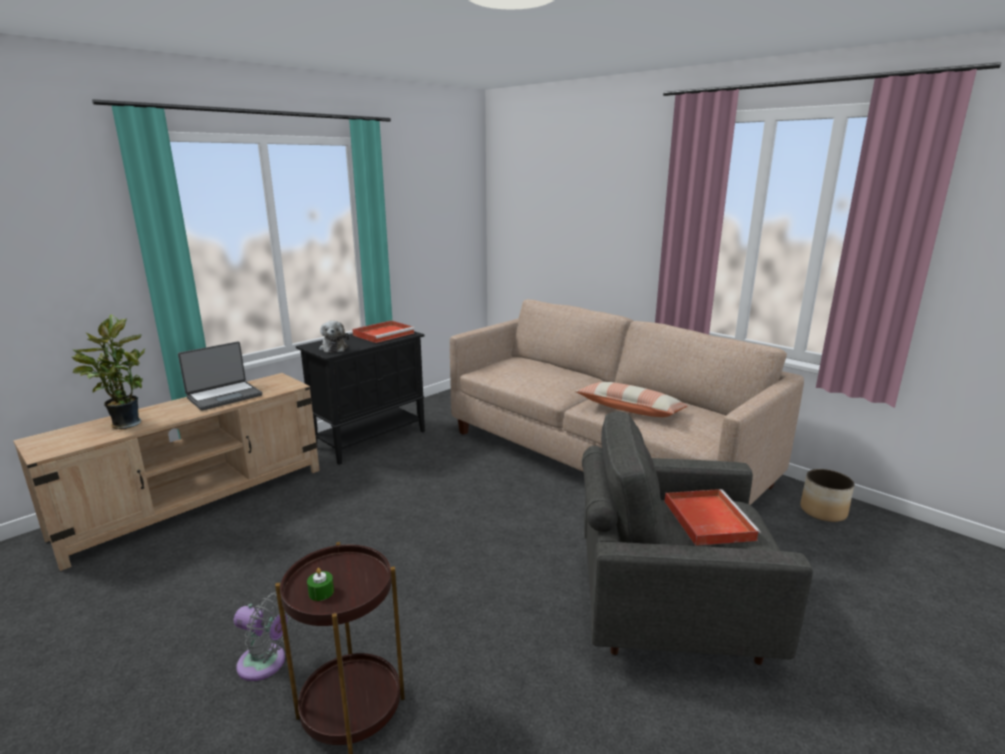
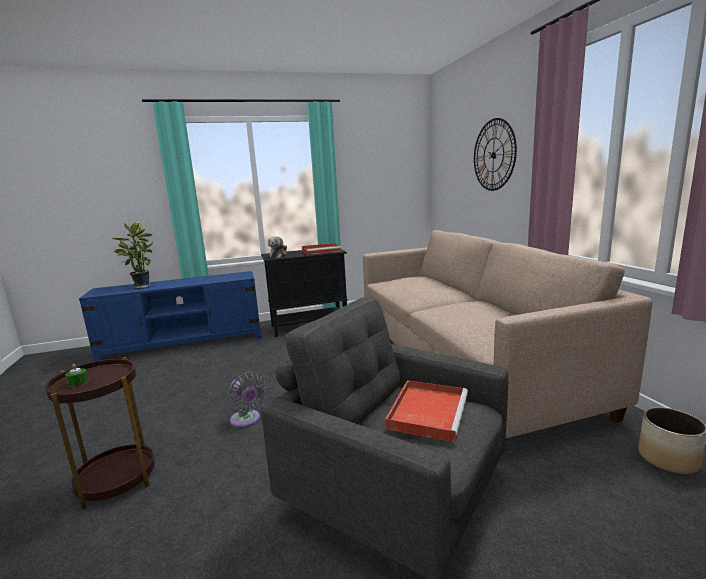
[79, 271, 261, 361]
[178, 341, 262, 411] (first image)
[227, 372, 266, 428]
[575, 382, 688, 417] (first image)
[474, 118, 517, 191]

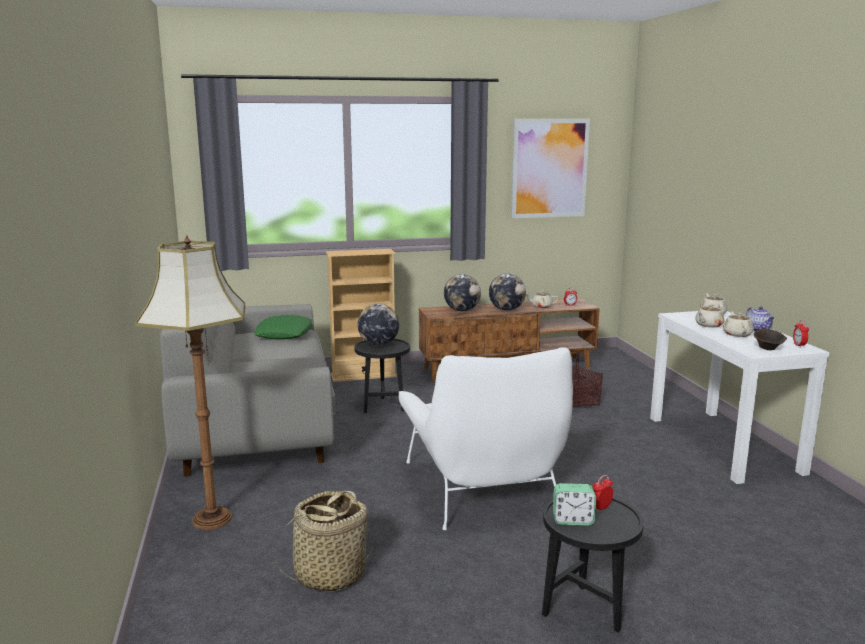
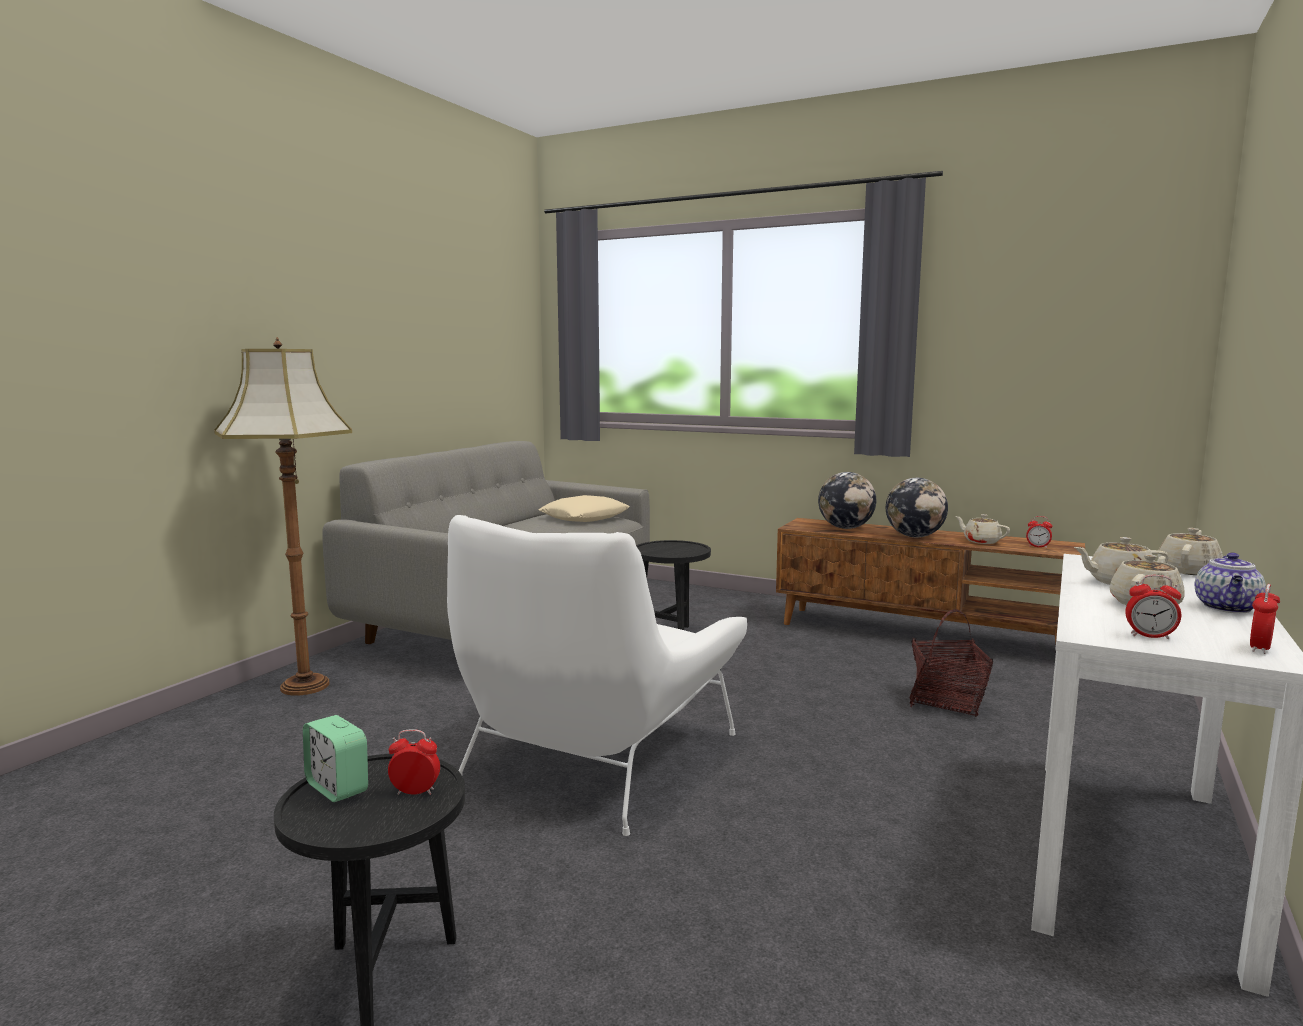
[539, 495, 630, 522]
[276, 491, 373, 592] (first image)
[326, 249, 397, 382] (first image)
[358, 304, 399, 346] (first image)
[511, 119, 590, 218] (first image)
[1125, 575, 1181, 639]

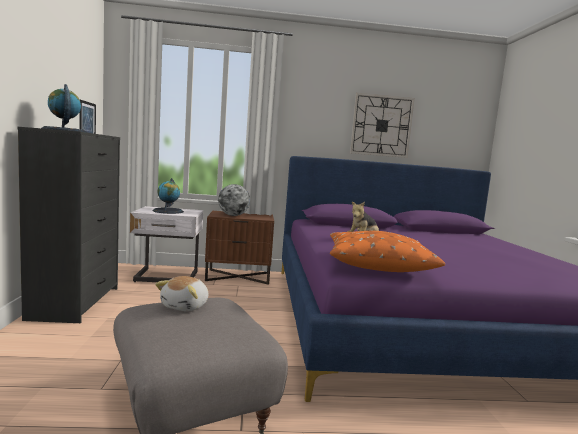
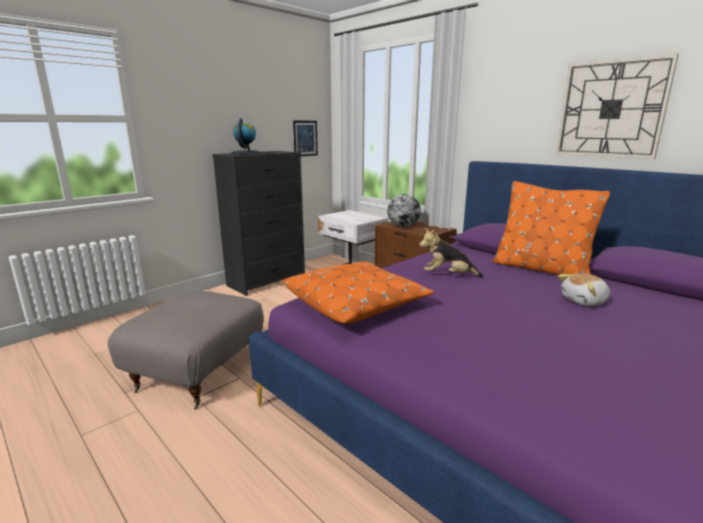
[152, 178, 184, 214] (first image)
[558, 273, 611, 306]
[493, 181, 610, 275]

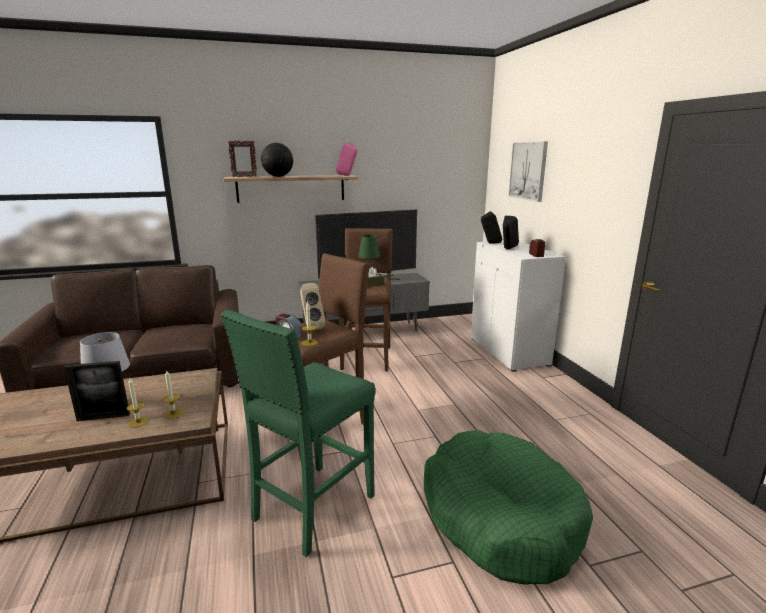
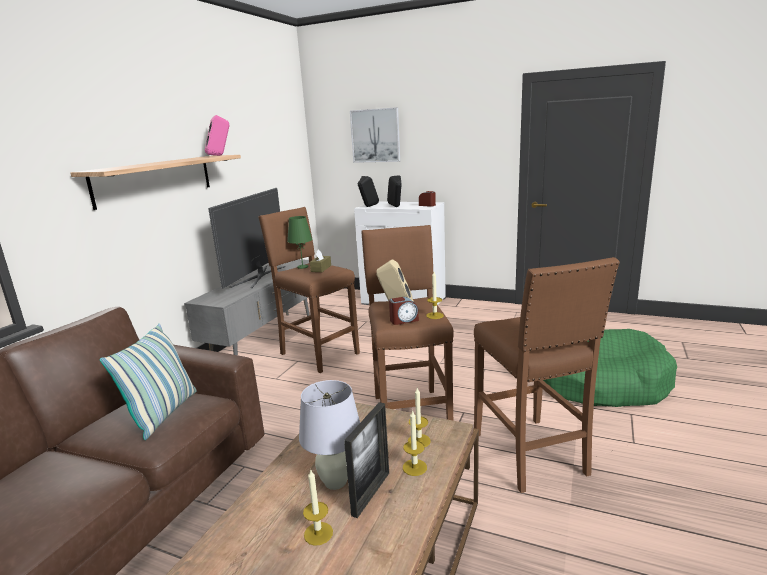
[474, 257, 620, 493]
[228, 141, 257, 177] (first image)
[261, 143, 293, 177] (first image)
[100, 323, 197, 440]
[303, 470, 333, 546]

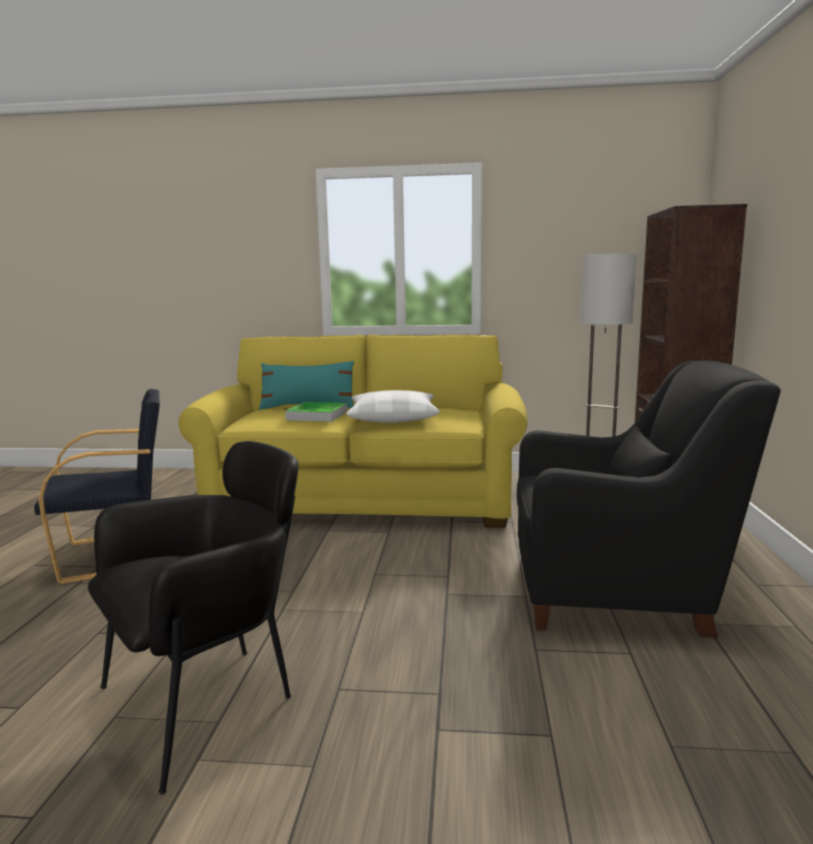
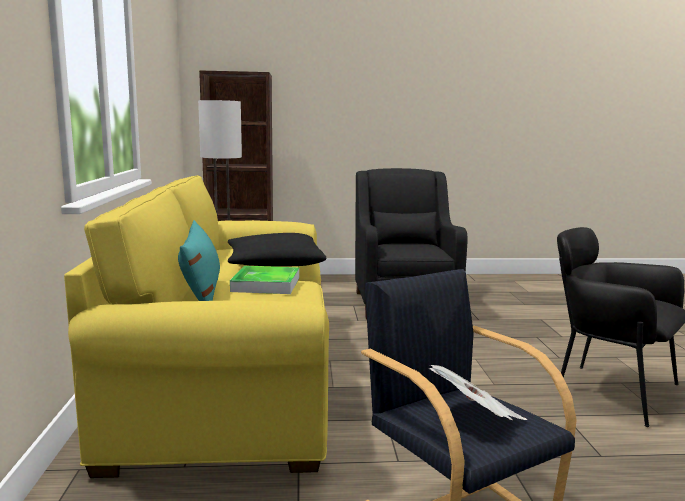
[228, 233, 327, 267]
[428, 365, 527, 420]

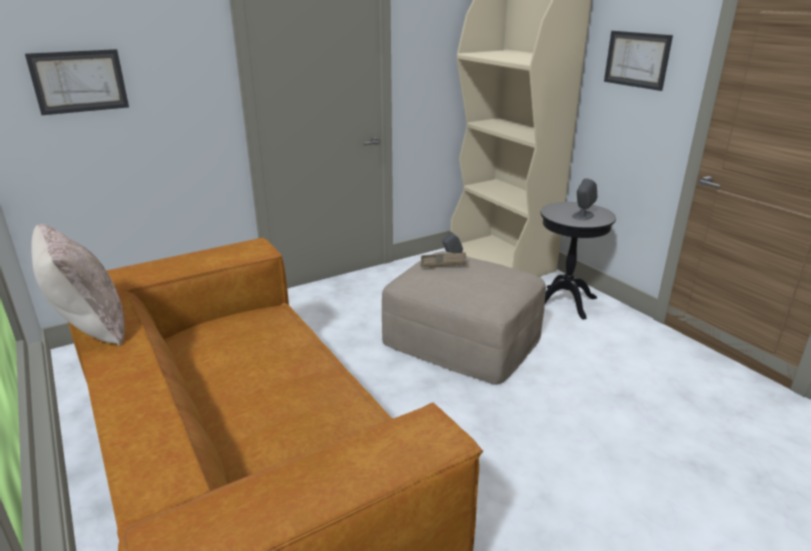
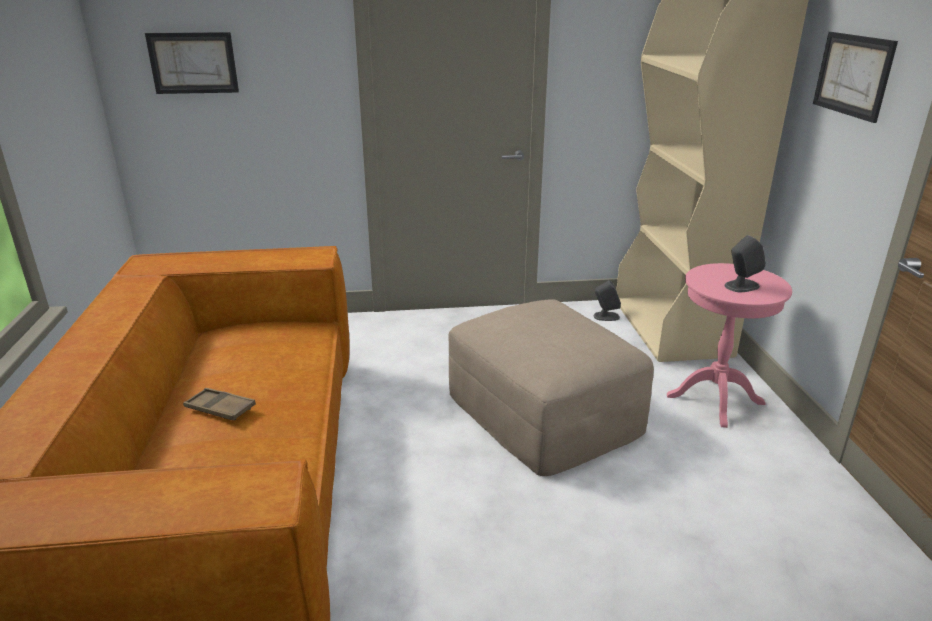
[31, 224, 125, 346] (first image)
[183, 388, 256, 420]
[667, 263, 792, 428]

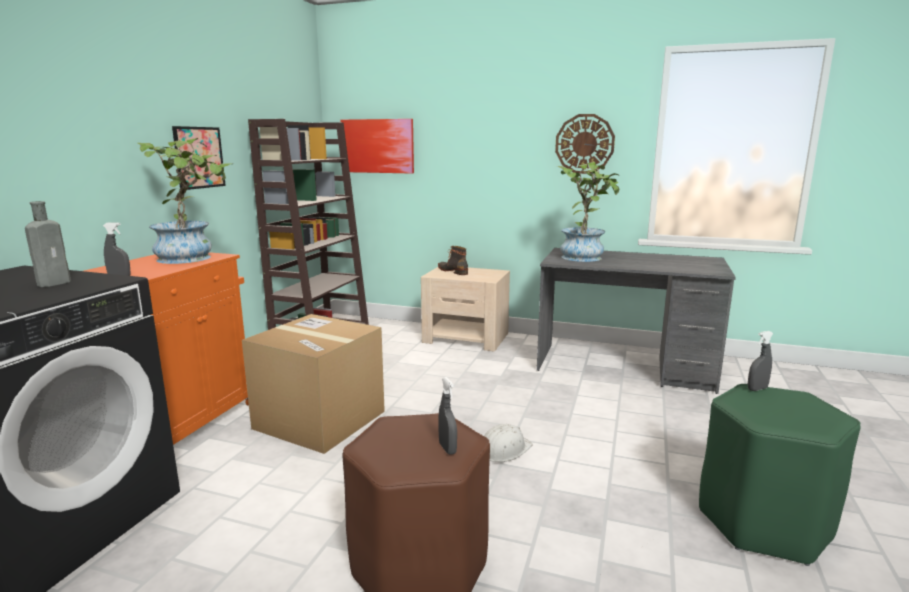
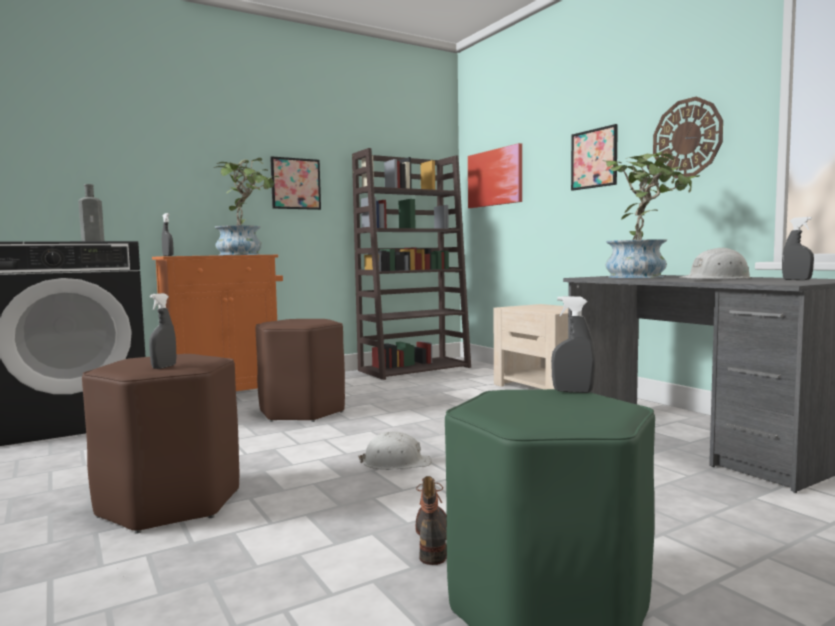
[255, 319, 345, 422]
[416, 476, 447, 565]
[571, 124, 618, 190]
[679, 248, 751, 279]
[782, 217, 814, 280]

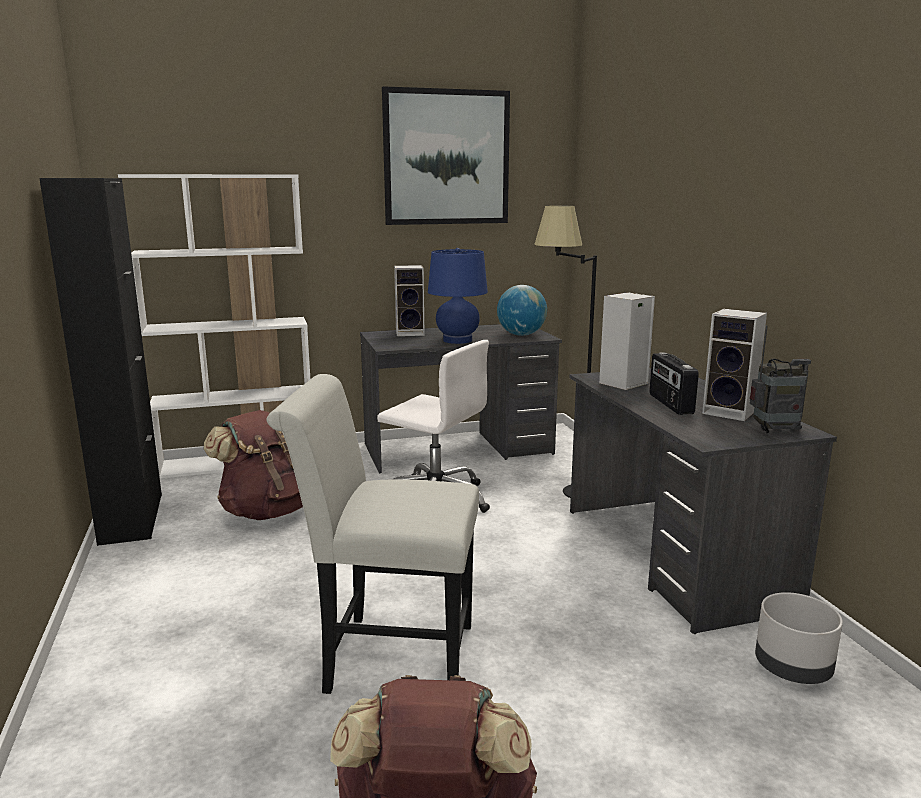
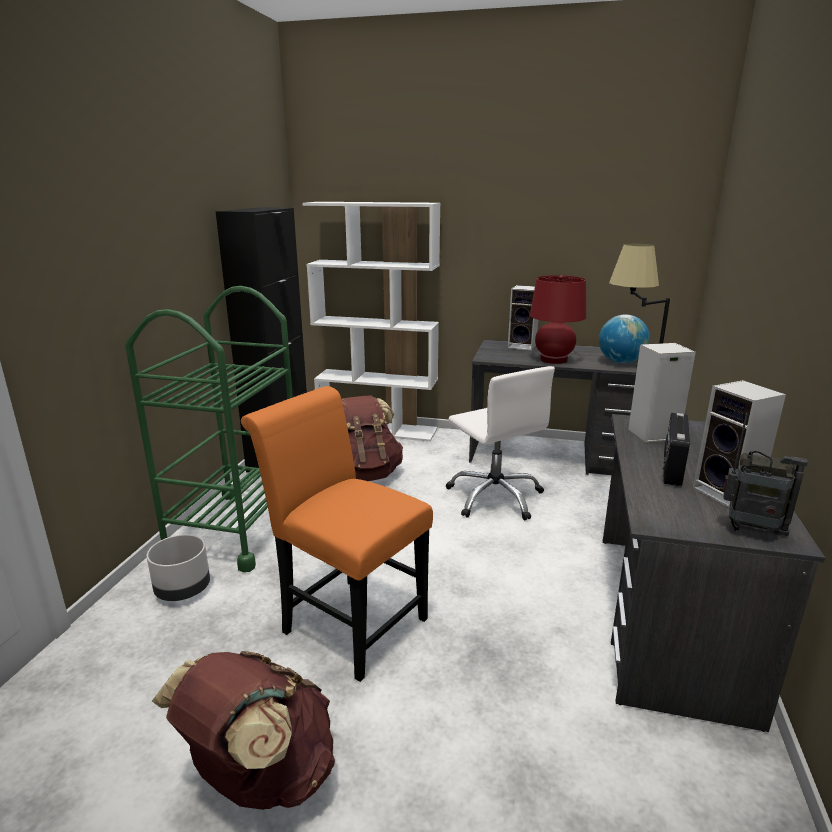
[241, 386, 433, 682]
[382, 86, 510, 225] (first image)
[530, 275, 586, 364]
[147, 534, 210, 601]
[125, 286, 293, 572]

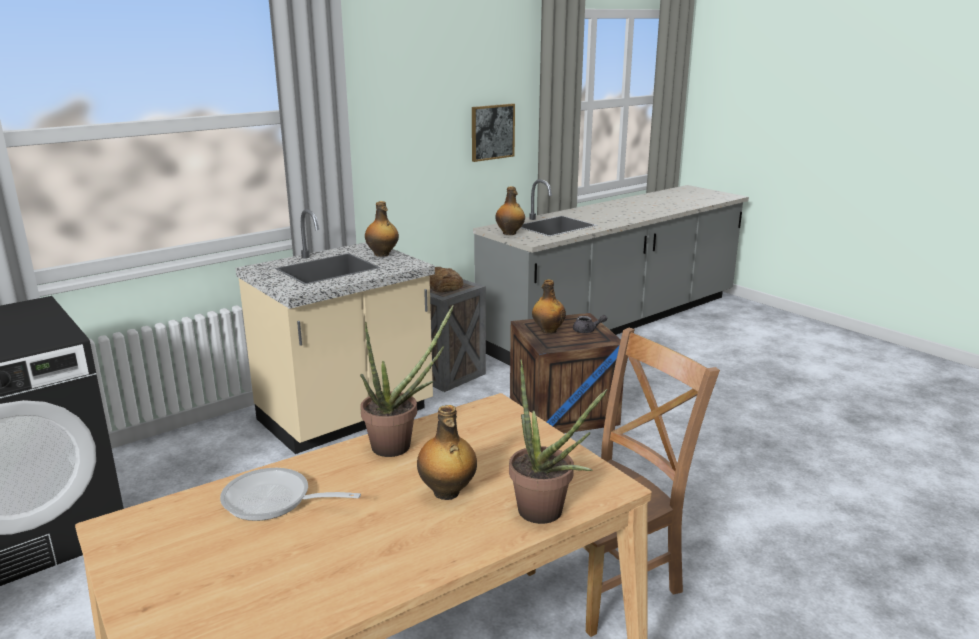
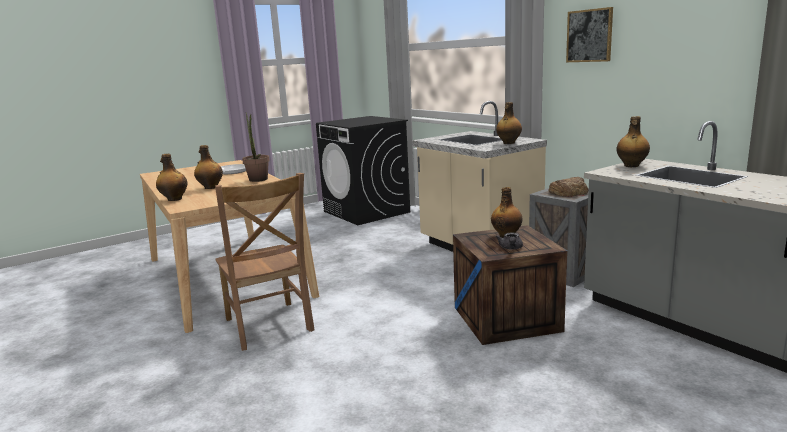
[566, 7, 613, 62]
[156, 154, 188, 201]

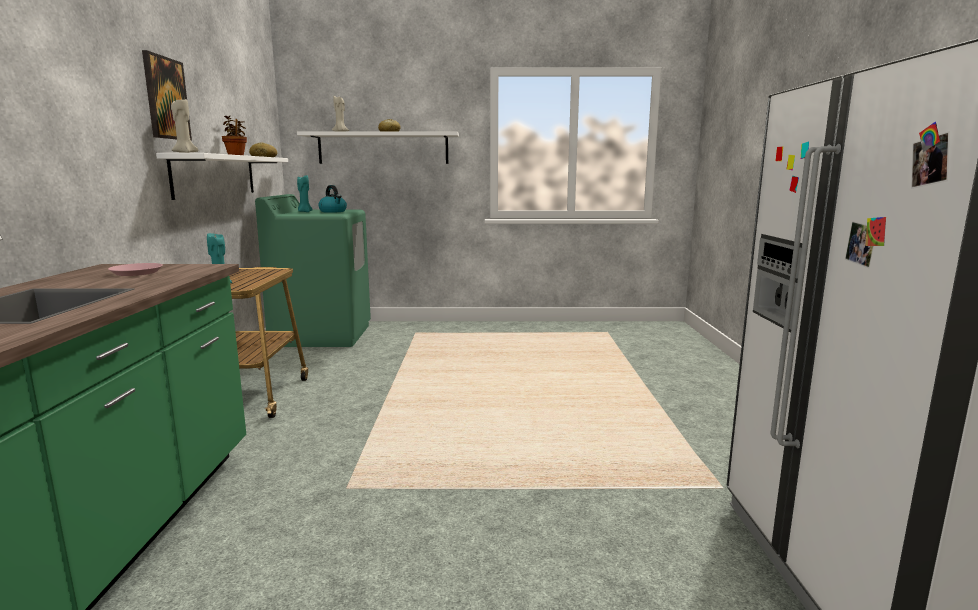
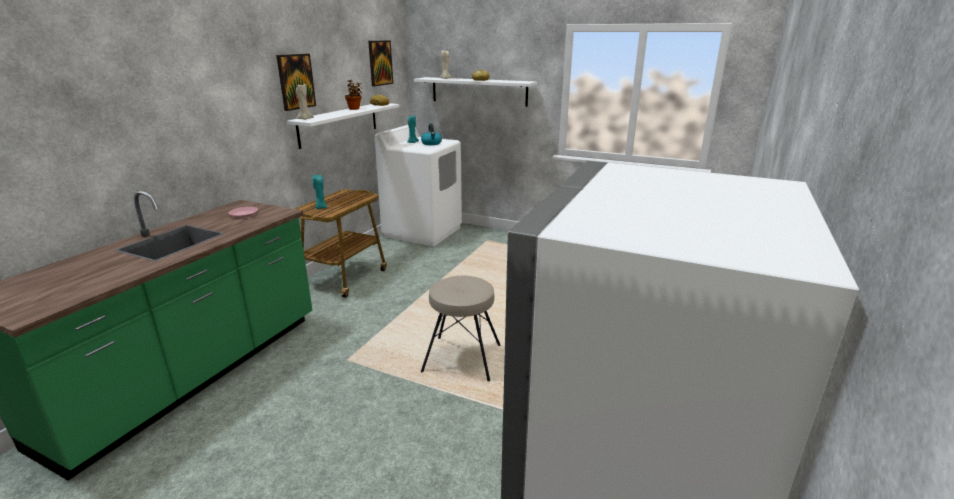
[375, 125, 462, 246]
[368, 40, 393, 86]
[421, 275, 501, 381]

